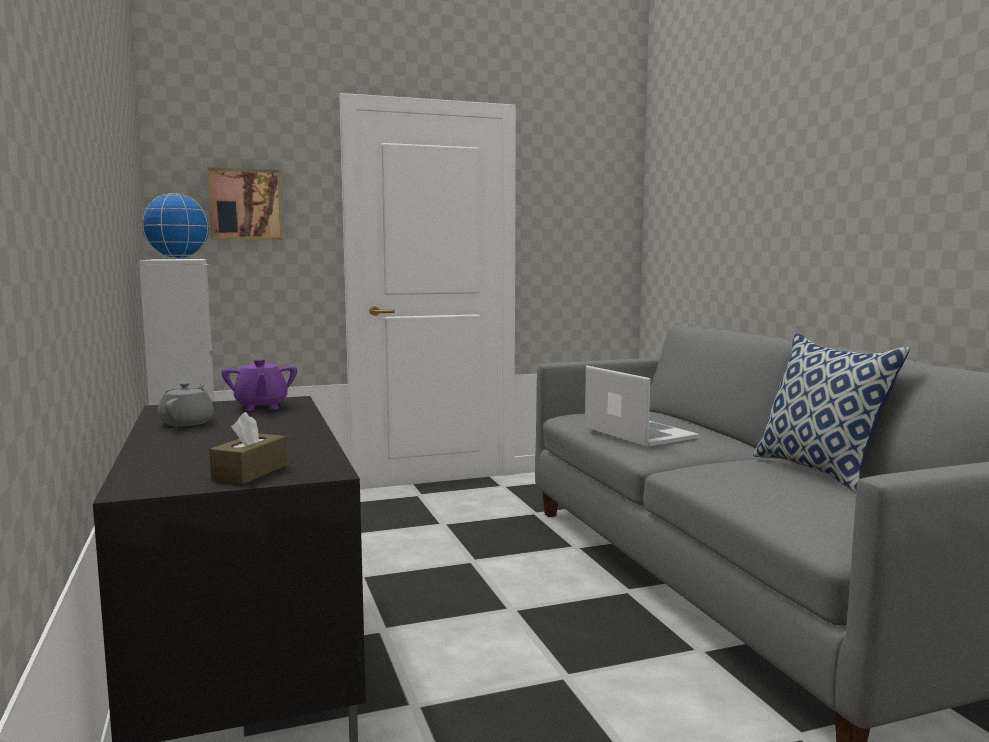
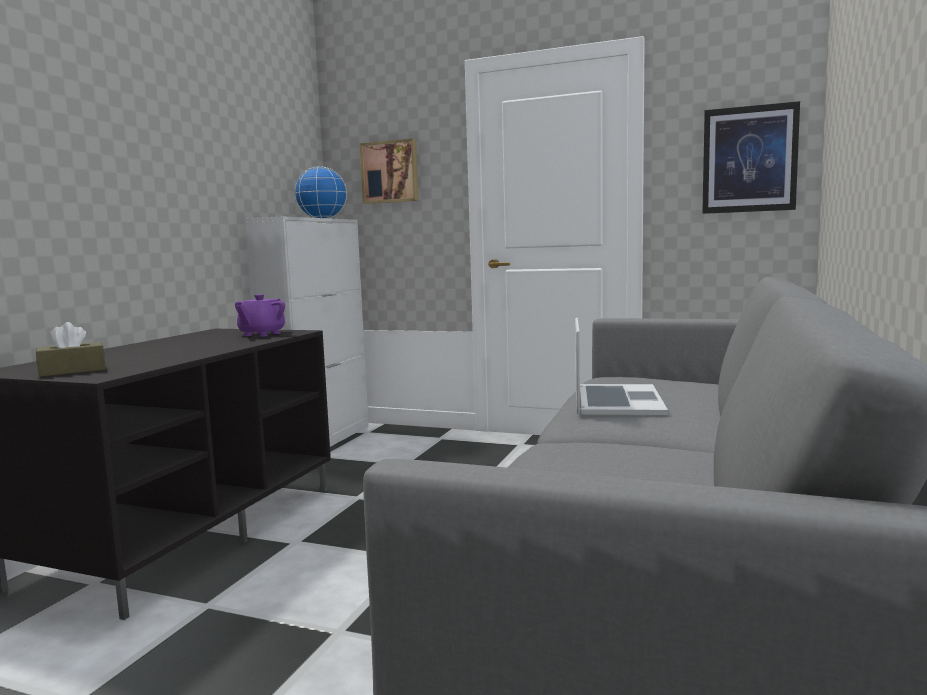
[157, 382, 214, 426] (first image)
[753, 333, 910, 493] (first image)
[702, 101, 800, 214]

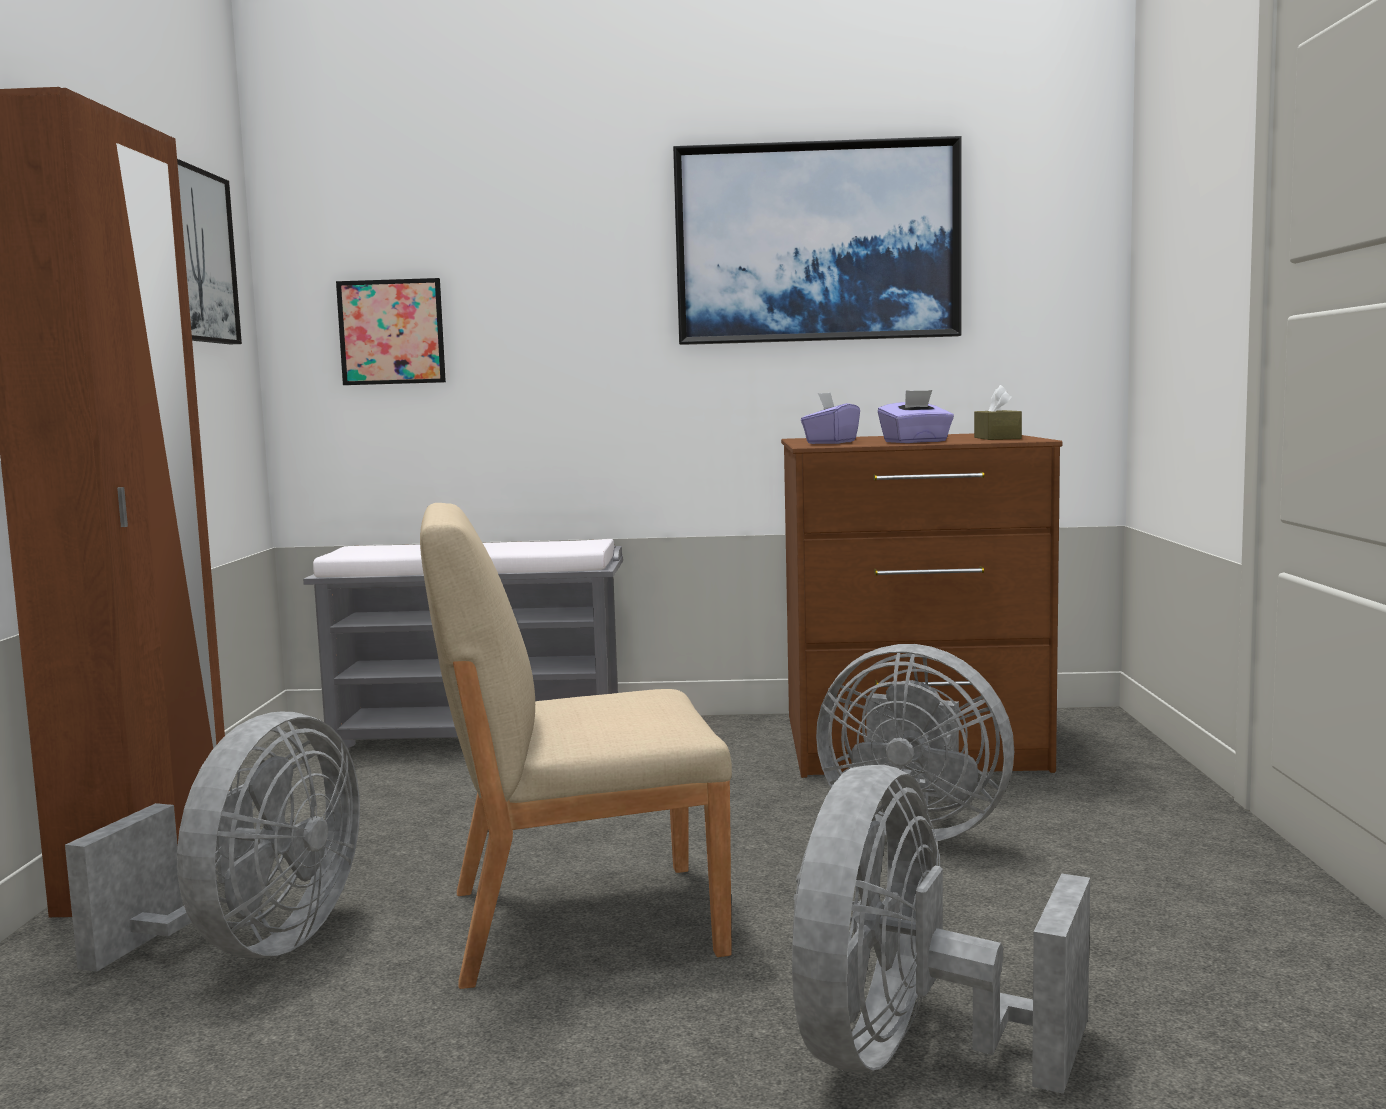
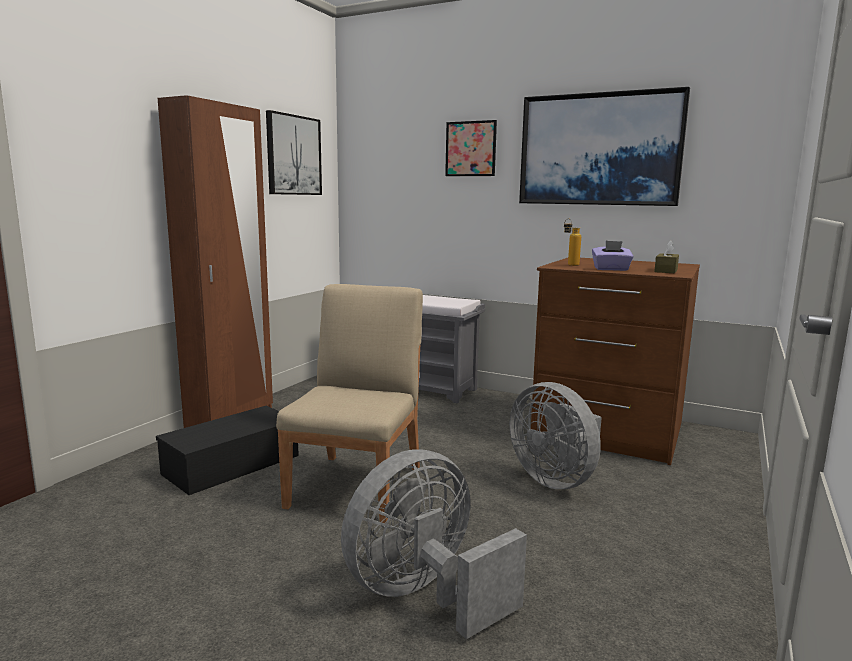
[156, 406, 299, 495]
[445, 120, 497, 176]
[276, 284, 423, 524]
[564, 219, 581, 266]

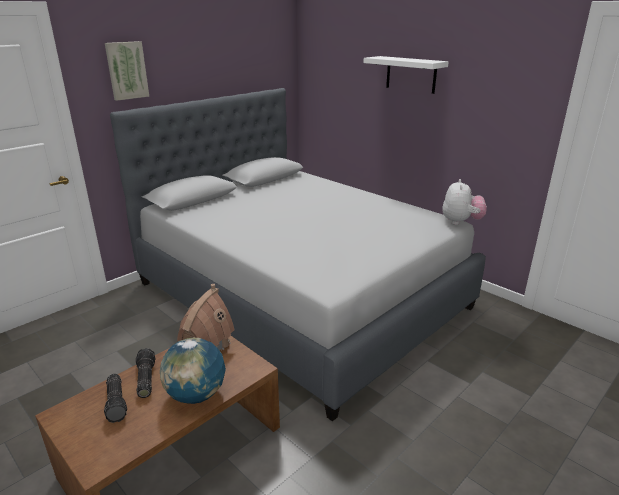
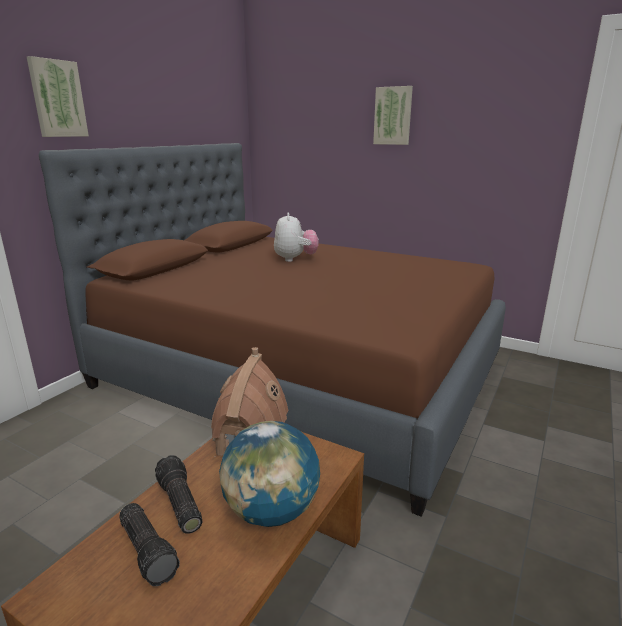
[39, 143, 506, 517]
[373, 86, 413, 145]
[274, 213, 319, 262]

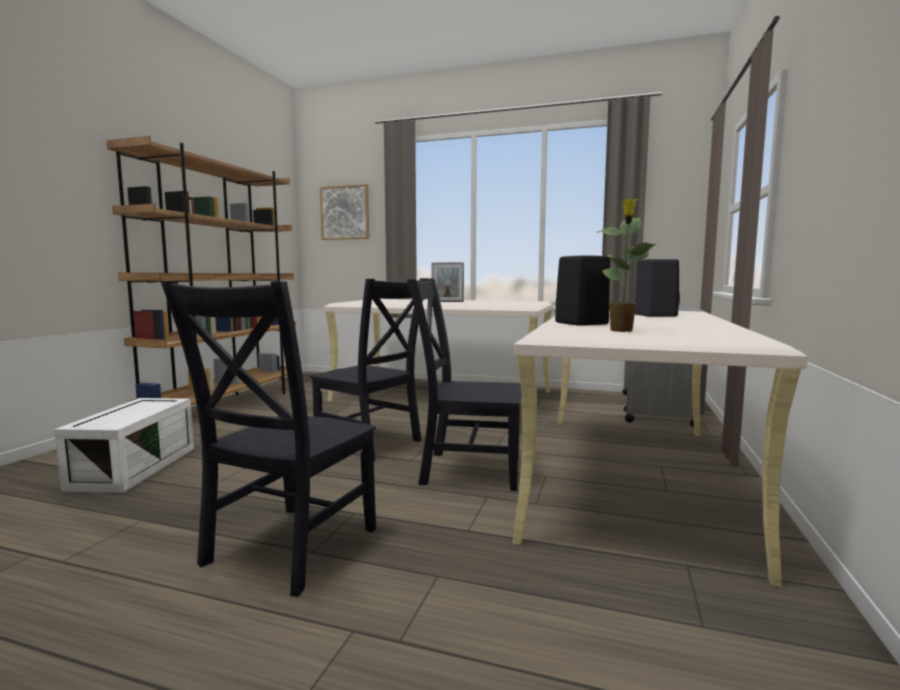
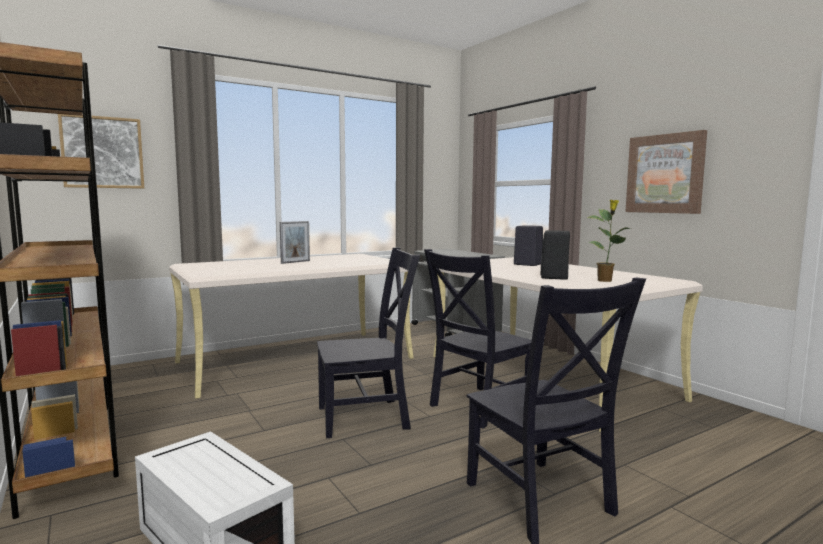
[625, 130, 707, 214]

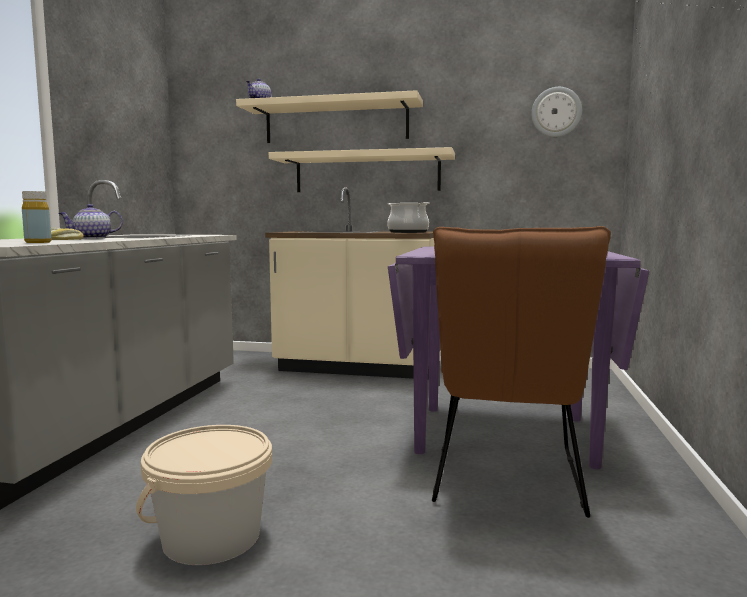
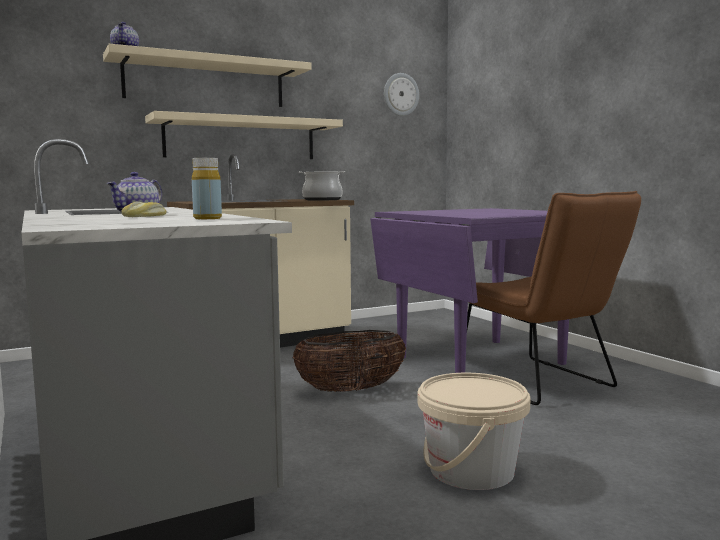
[293, 330, 406, 392]

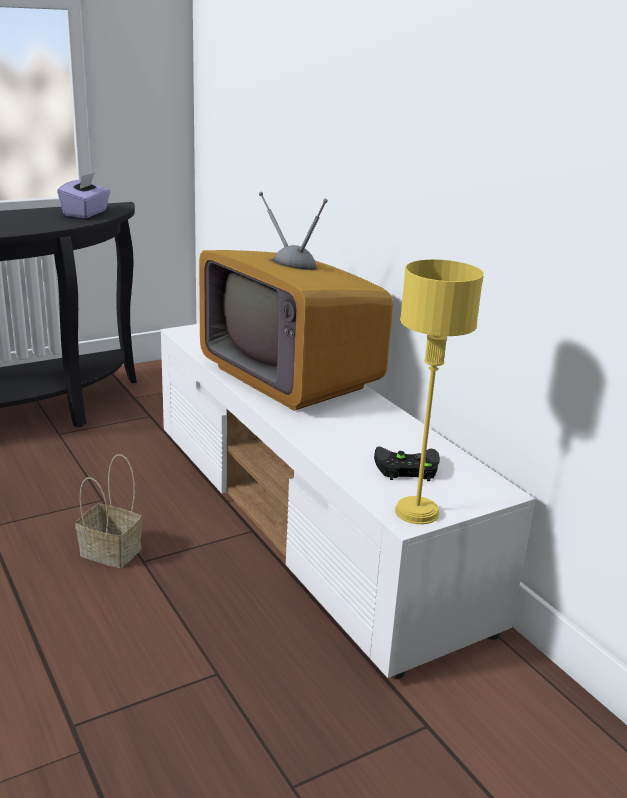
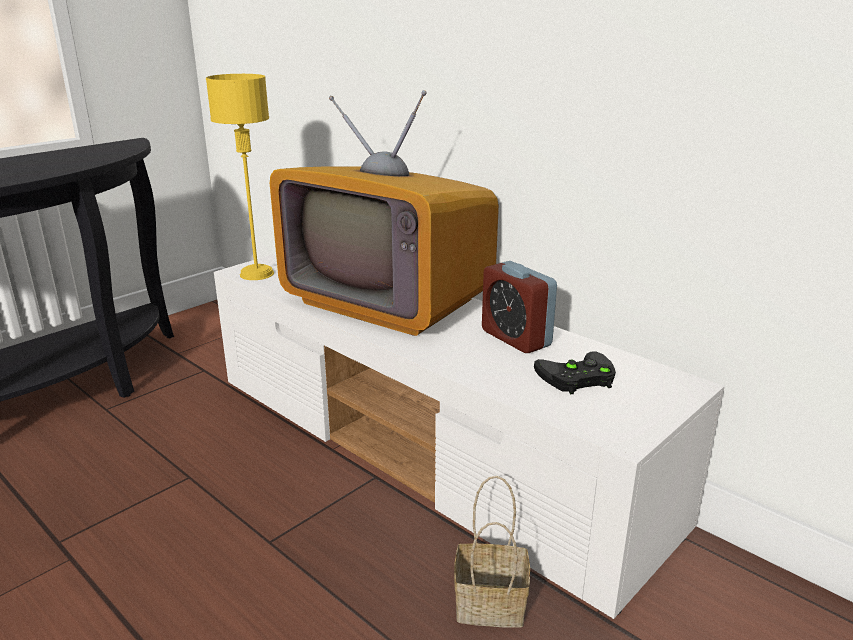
[57, 172, 111, 218] (first image)
[454, 476, 530, 628]
[206, 74, 274, 280]
[482, 261, 557, 353]

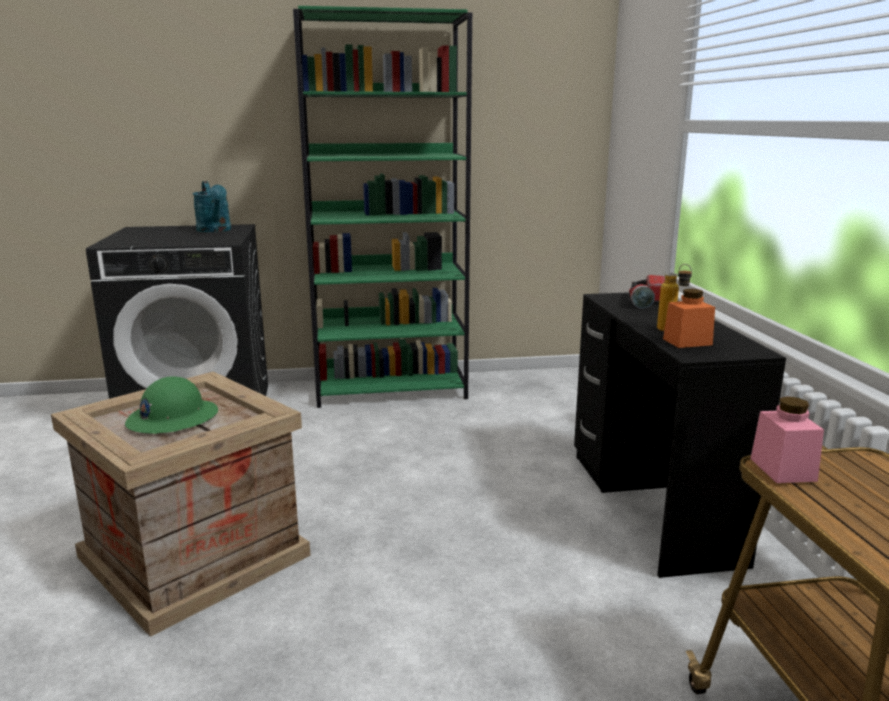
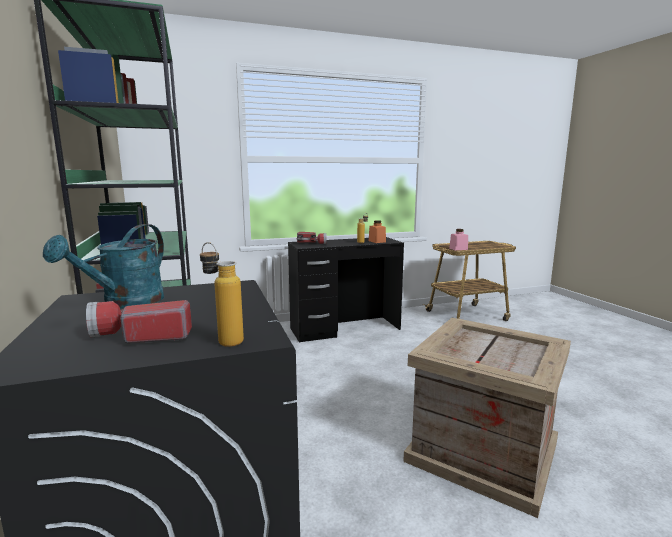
[125, 376, 218, 434] (first image)
[43, 224, 164, 308]
[86, 300, 192, 343]
[200, 242, 244, 347]

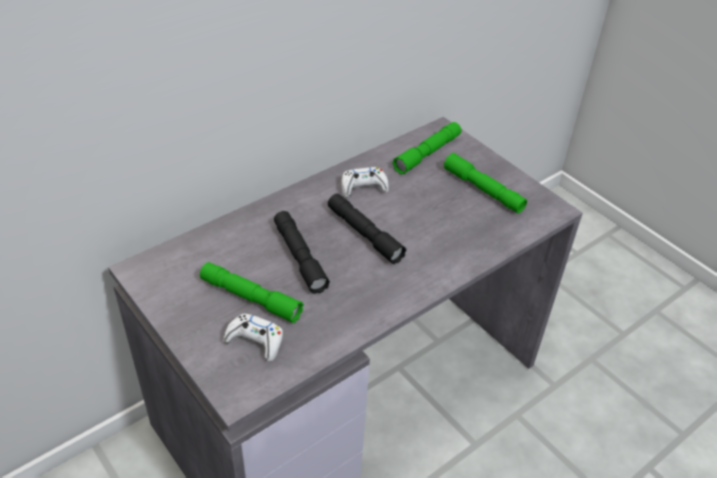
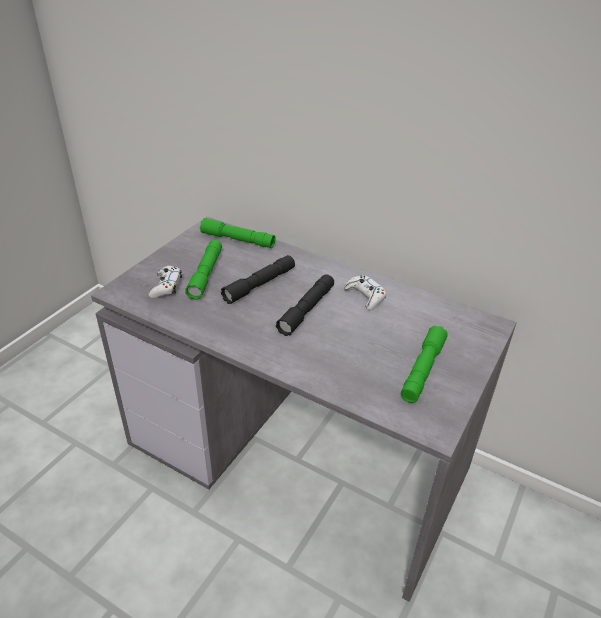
[200, 218, 276, 248]

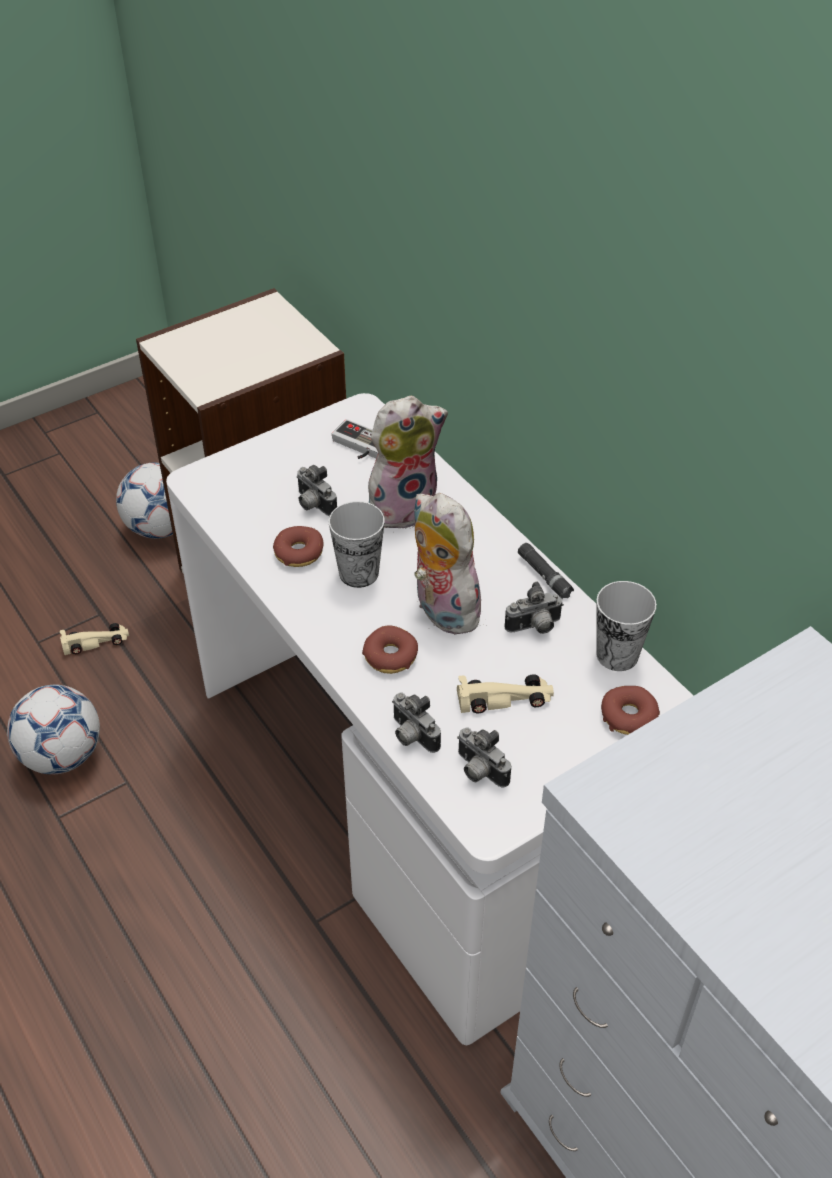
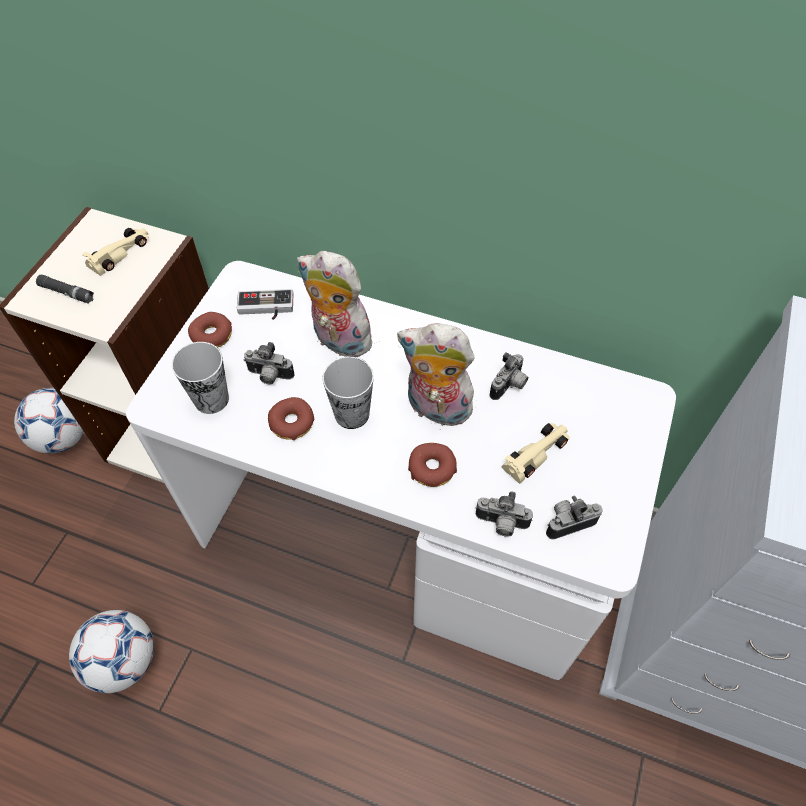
[82, 228, 149, 276]
[297, 251, 375, 357]
[546, 496, 603, 539]
[36, 275, 94, 304]
[172, 342, 229, 414]
[188, 312, 232, 348]

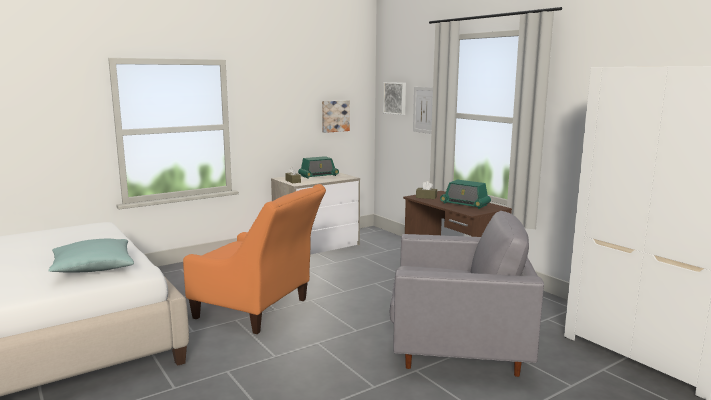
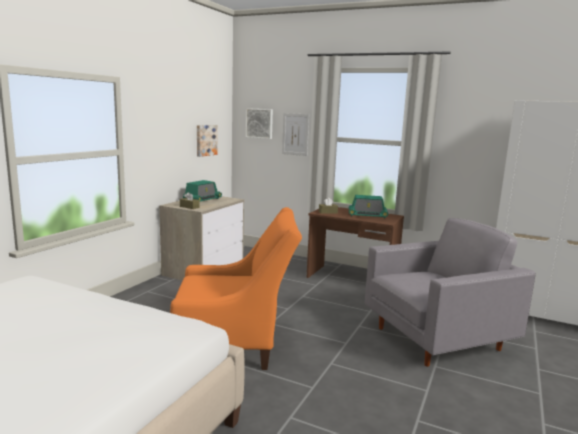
[49, 239, 134, 273] (first image)

